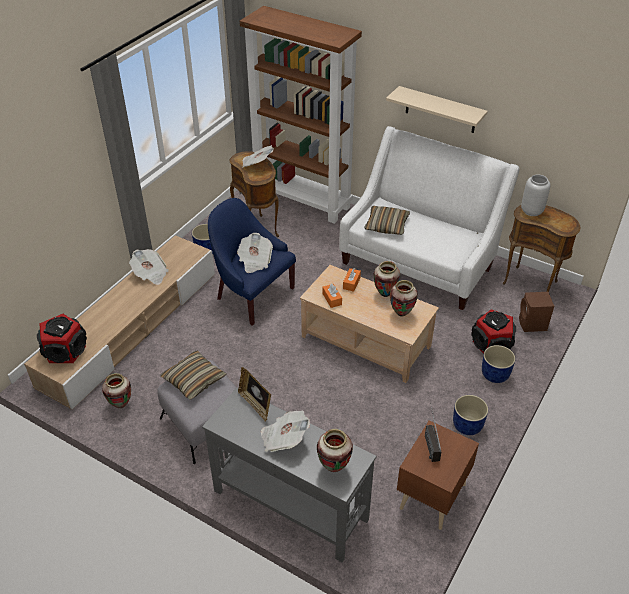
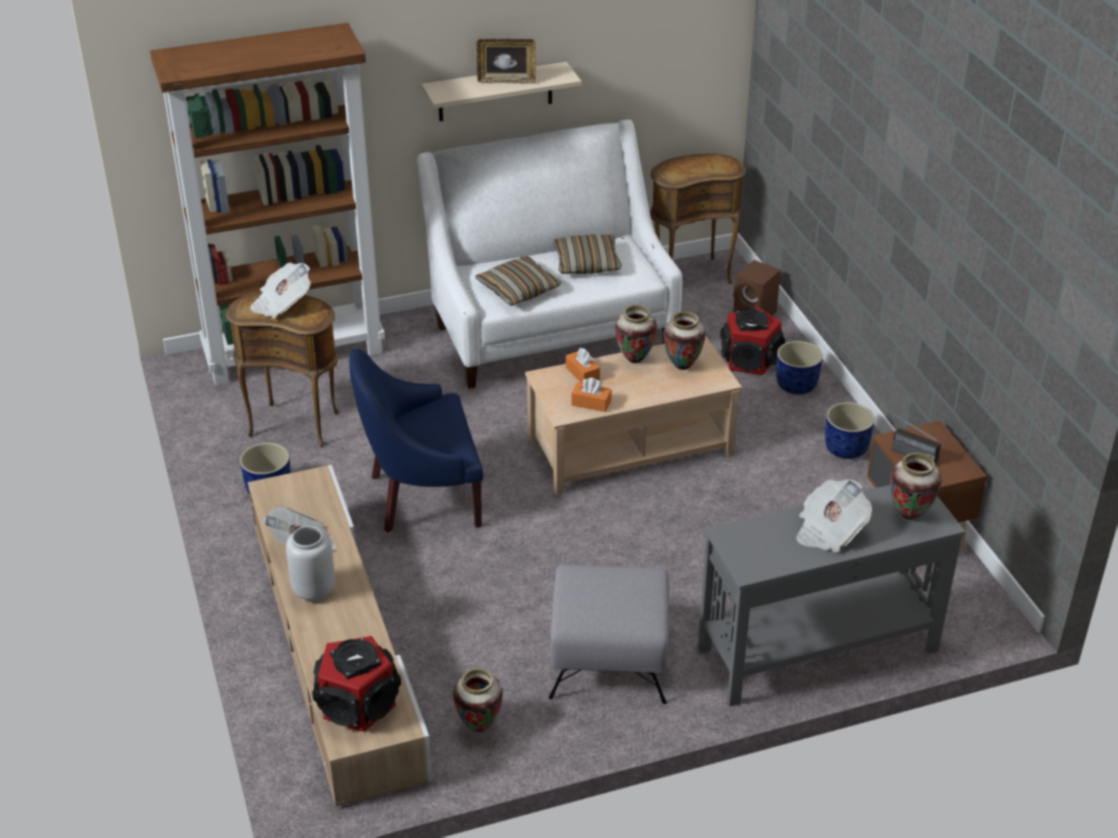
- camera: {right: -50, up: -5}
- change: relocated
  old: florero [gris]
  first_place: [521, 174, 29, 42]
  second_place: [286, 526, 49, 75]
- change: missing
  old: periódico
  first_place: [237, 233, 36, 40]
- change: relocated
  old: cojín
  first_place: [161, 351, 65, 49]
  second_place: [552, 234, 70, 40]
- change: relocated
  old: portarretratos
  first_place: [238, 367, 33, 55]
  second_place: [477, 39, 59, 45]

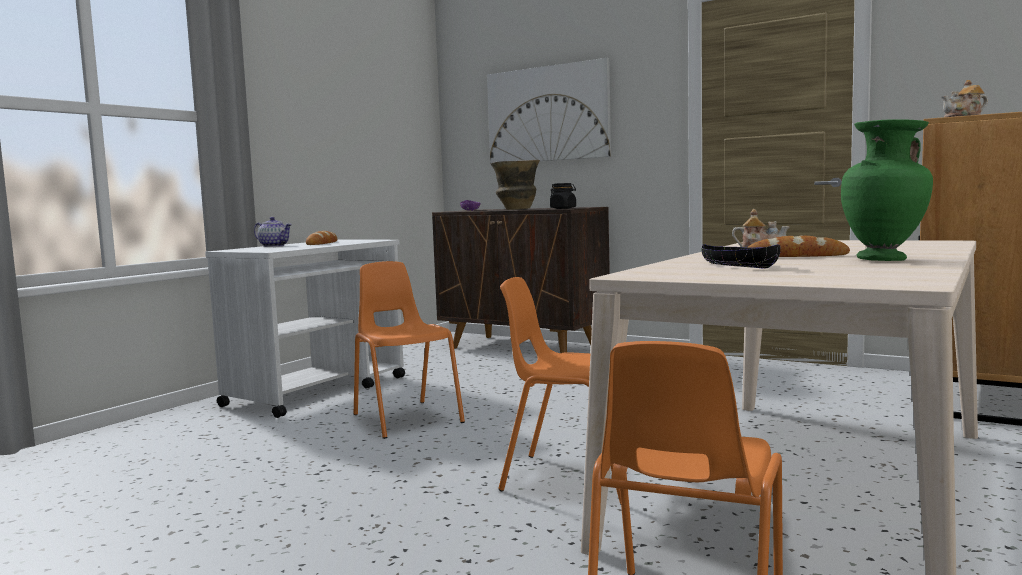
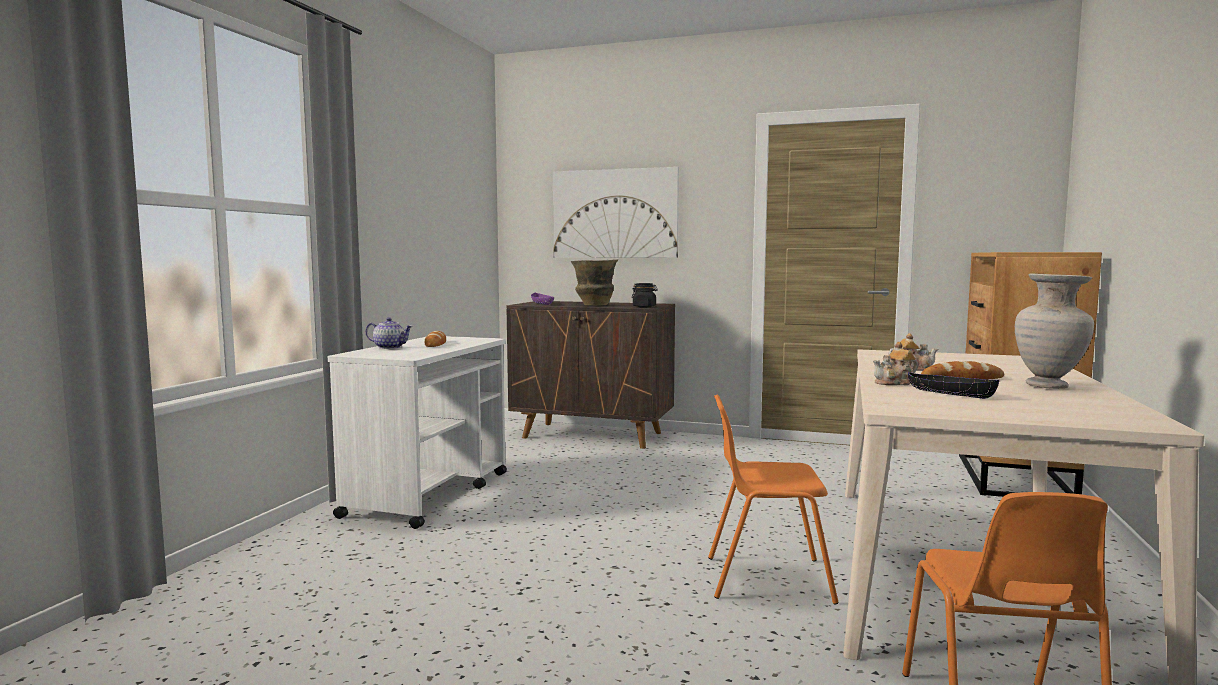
- camera: {right: -15, up: 0}
- change: relocated
  old: tetera
  first_place: [941, 80, 47, 37]
  second_place: [873, 342, 45, 43]
- change: colour
  old: florero [verde]
  new: florero [beis]
  first_place: [841, 119, 92, 142]
  second_place: [1015, 273, 79, 116]
- change: missing
  old: silla [naranja]
  first_place: [354, 261, 111, 178]

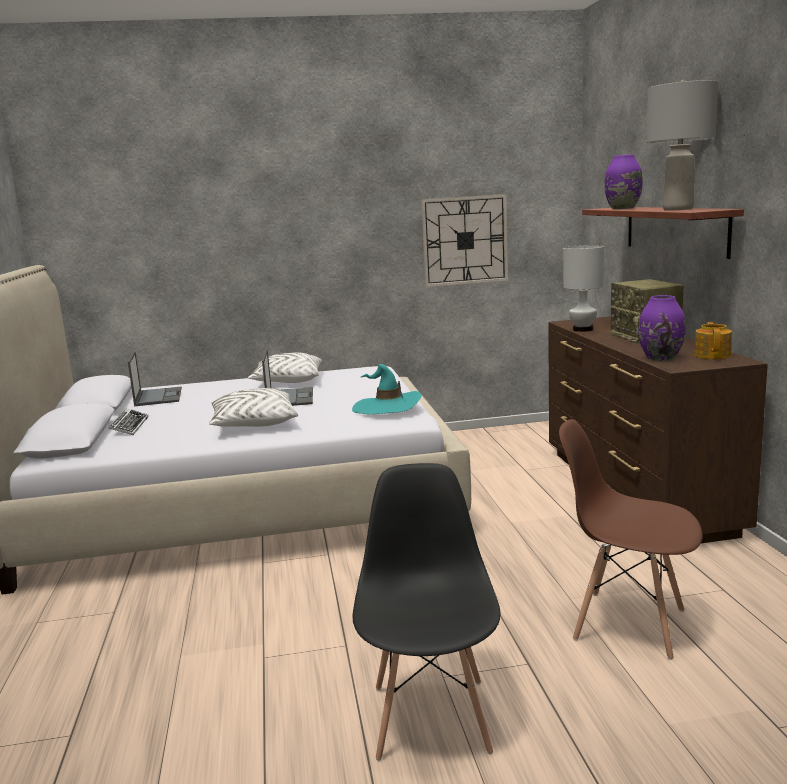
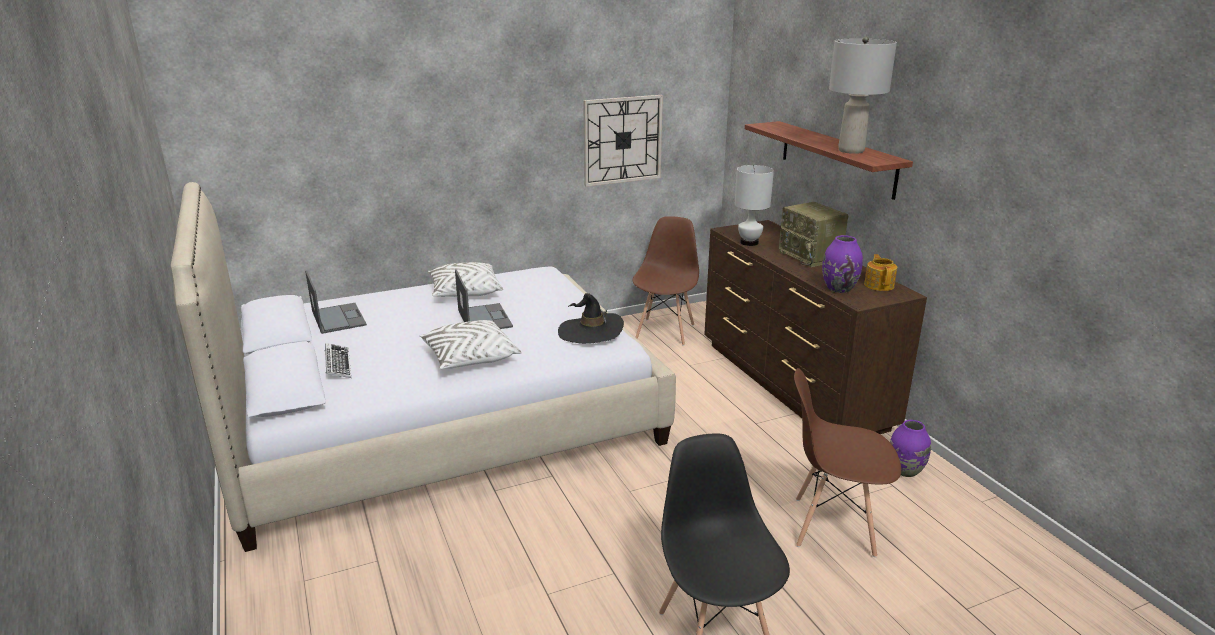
- camera: {right: -15, up: 10}
- change: relocated
  old: florero [morado]
  first_place: [604, 154, 39, 55]
  second_place: [890, 420, 41, 57]
- change: colour
  old: sombrero [turquesa]
  new: sombrero [negro]
  first_place: [352, 364, 70, 50]
  second_place: [558, 293, 66, 51]
- change: appeared
  new: silla [marrón]
  second_place: [633, 216, 66, 130]

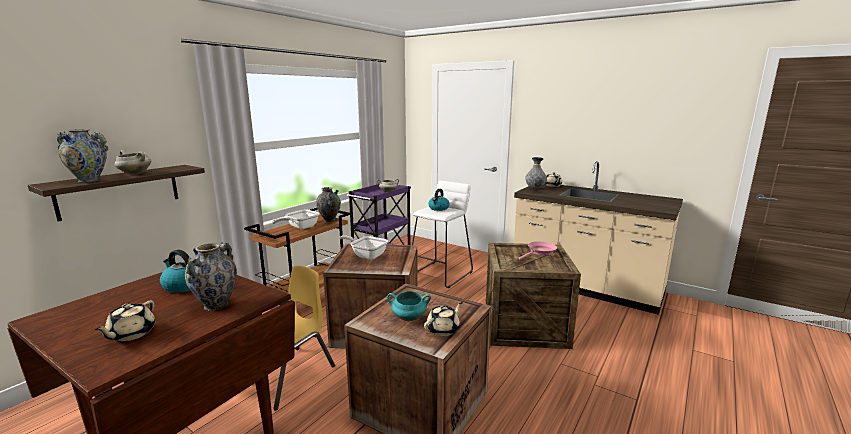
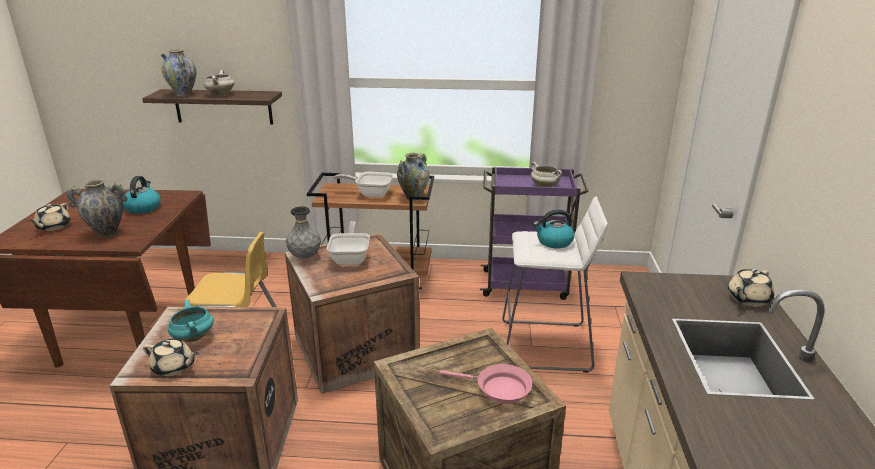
- camera: {right: 60, up: 10}
- change: relocated
  old: florero [gris]
  first_place: [525, 157, 22, 32]
  second_place: [286, 206, 35, 53]
- change: spun
  old: tetera [beis]
  first_place: [95, 301, 60, 41]
  second_place: [29, 203, 42, 28]
  degrees: -60

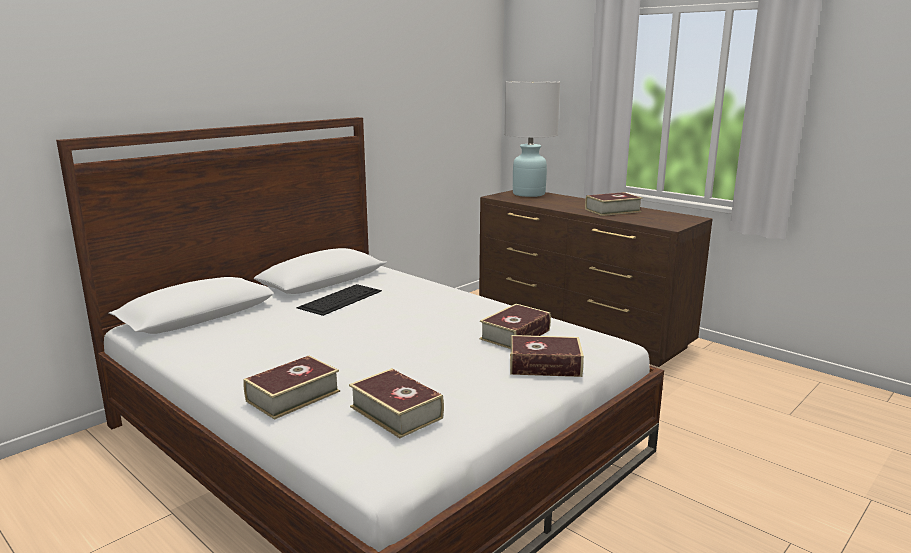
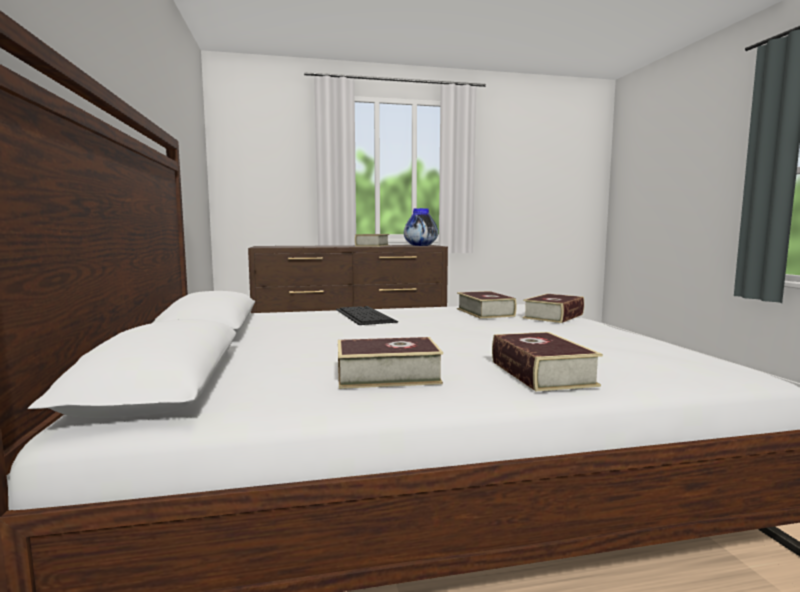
- camera: {right: -55, up: -10}
- change: missing
  old: lámpara de mesa [blanco]
  first_place: [504, 81, 56, 116]
- change: relocated
  old: teclado
  first_place: [297, 284, 85, 32]
  second_place: [336, 306, 62, 19]
- change: relocated
  old: libro
  first_place: [349, 368, 95, 70]
  second_place: [338, 337, 105, 52]
- change: appeared
  new: florero
  second_place: [404, 208, 34, 38]

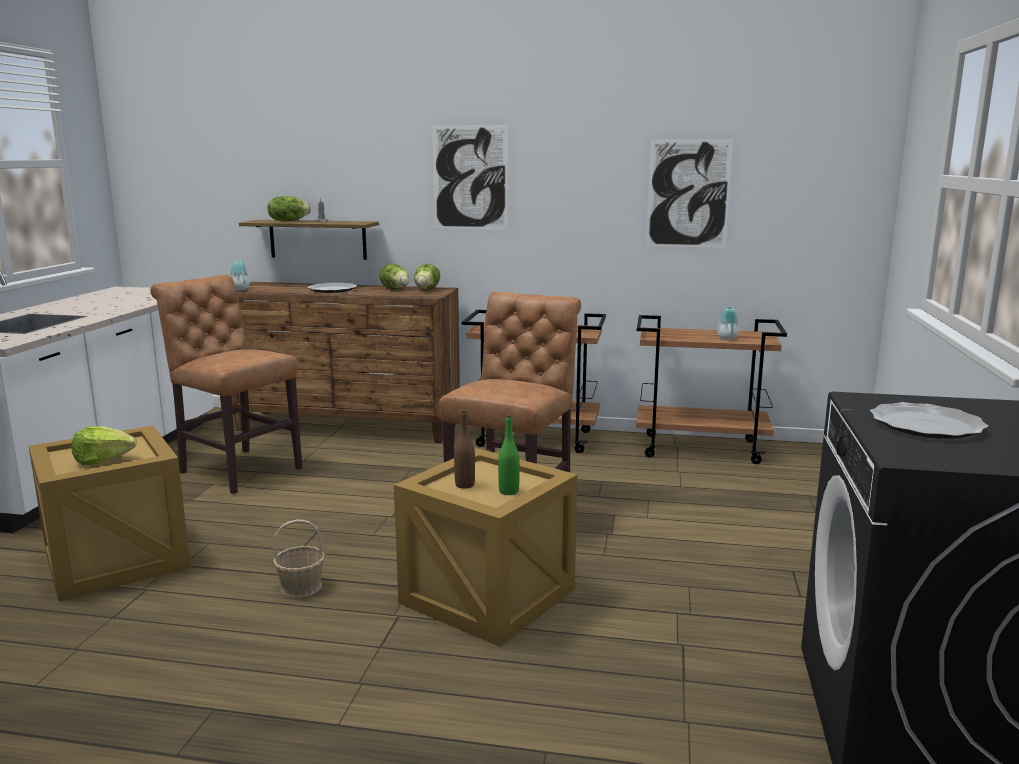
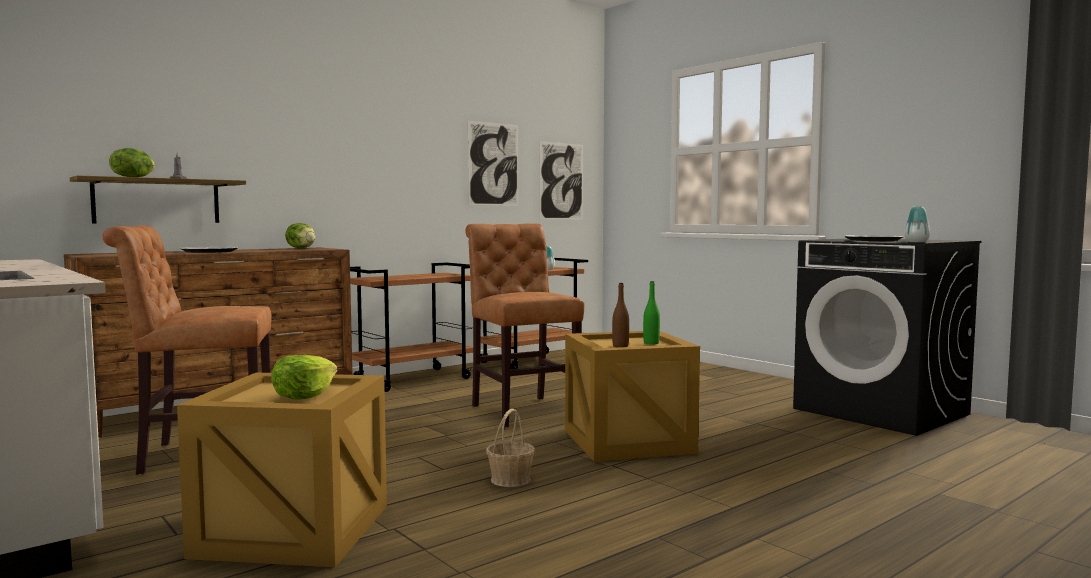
- camera: {right: -50, up: -10}
- change: relocated
  old: cuadro
  first_place: [432, 125, 75, 104]
  second_place: [539, 141, 44, 79]
- change: relocated
  old: florero
  first_place: [230, 261, 20, 30]
  second_place: [904, 206, 26, 36]
- change: missing
  old: lechuga
  first_place: [380, 264, 29, 26]

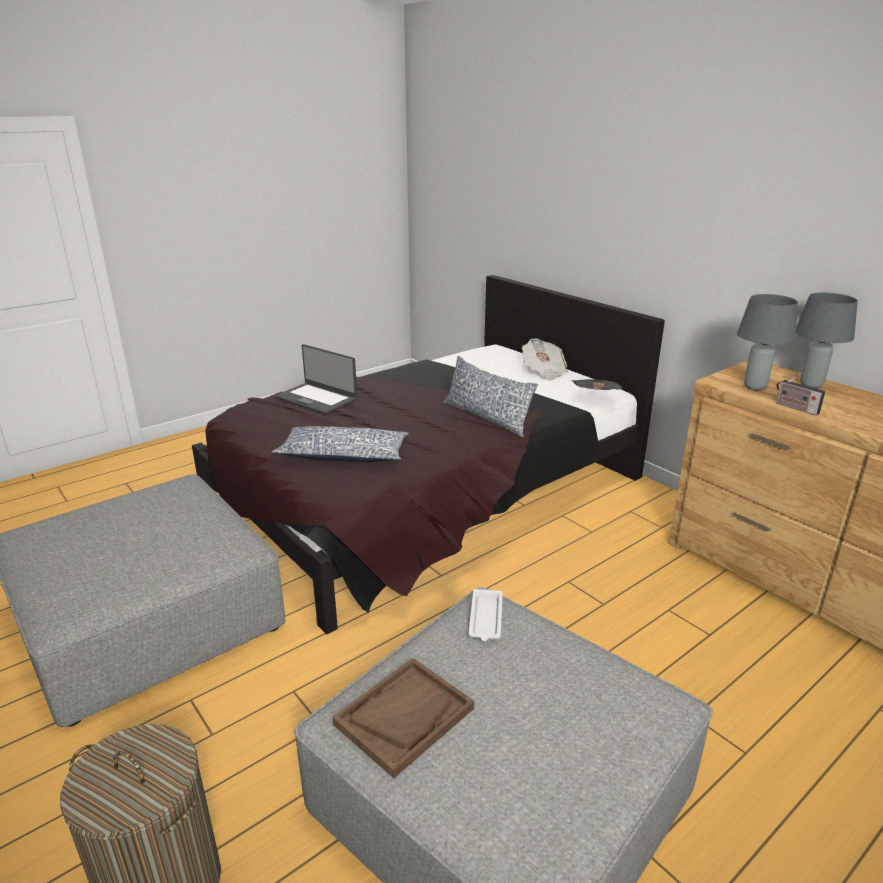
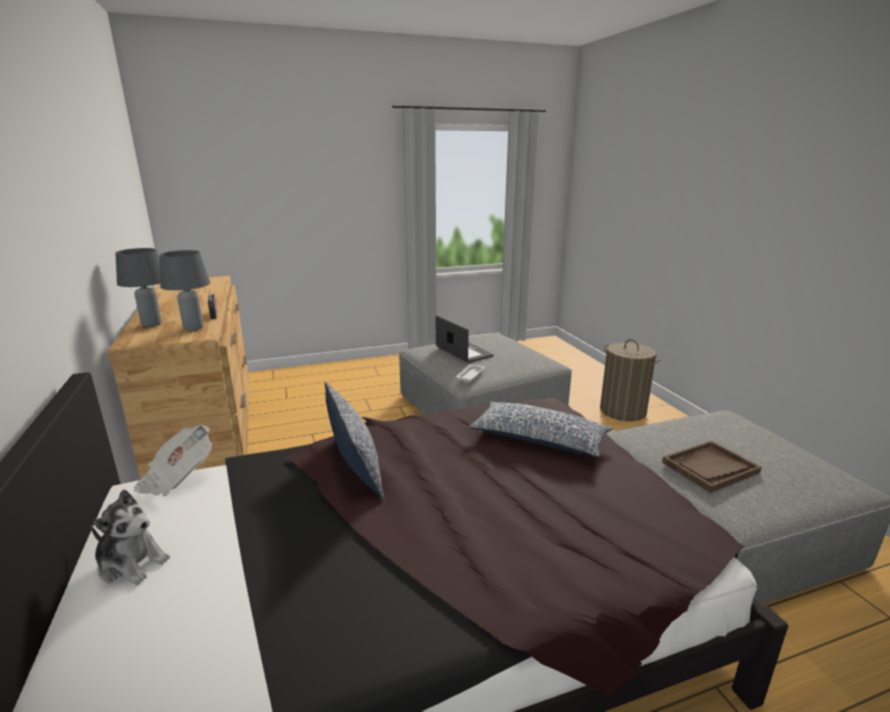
- camera: {right: -160, up: -5}
- change: exchanged
  old: periódico
  new: peluche
  first_place: [522, 338, 46, 43]
  second_place: [91, 489, 79, 96]
- change: relocated
  old: portátil
  first_place: [275, 344, 82, 71]
  second_place: [436, 316, 58, 47]
- change: relocated
  old: bandeja [marrón]
  first_place: [332, 658, 142, 120]
  second_place: [662, 441, 100, 52]

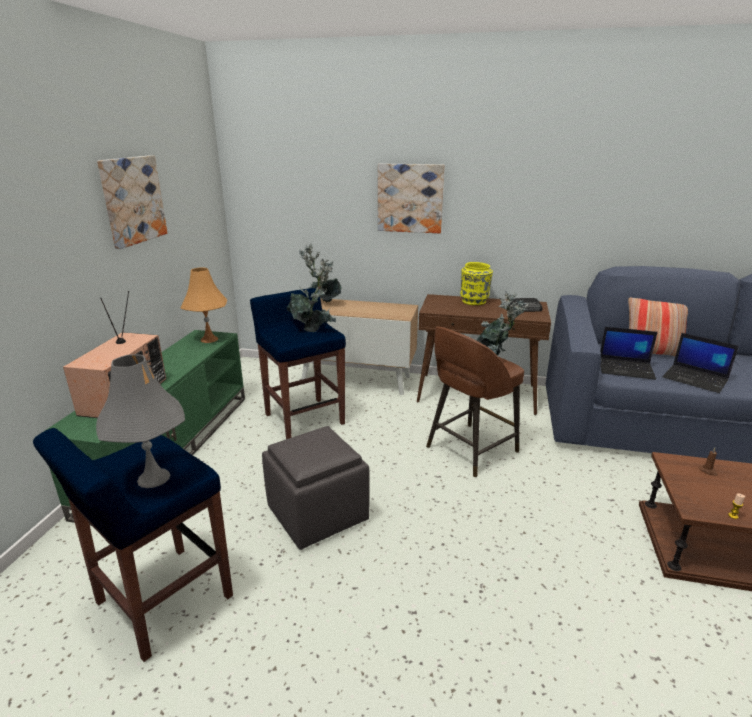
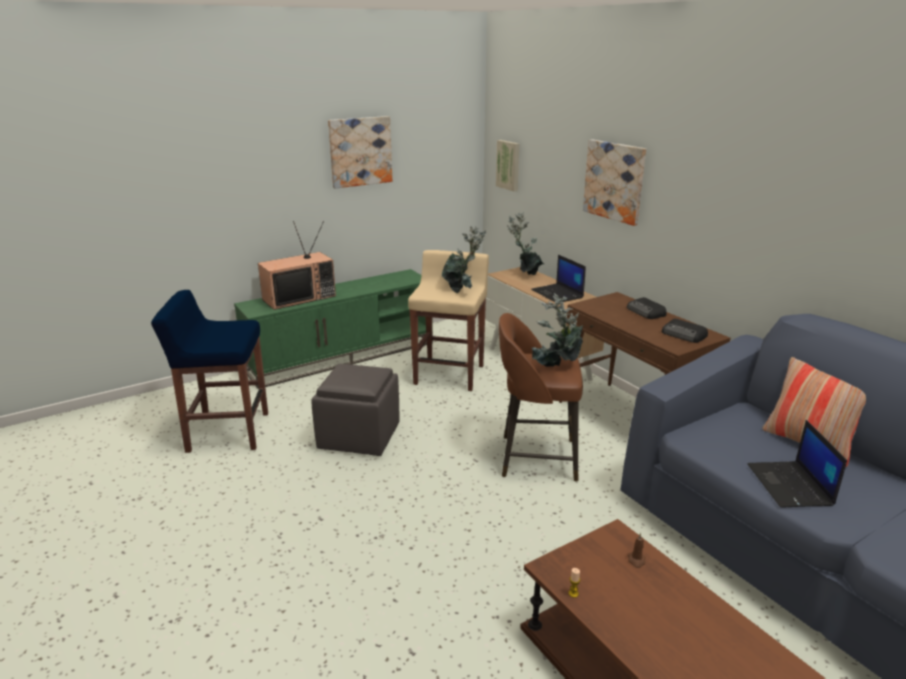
- camera: {right: 45, up: 0}
- change: exchanged
  old: florero [amarillo]
  new: radio
  first_place: [460, 262, 33, 43]
  second_place: [627, 297, 40, 22]
- change: missing
  old: lámpara de mesa [naranja]
  first_place: [180, 267, 47, 76]
- change: colour
  old: taburete [azul]
  new: taburete [beis]
  first_place: [250, 288, 96, 151]
  second_place: [408, 250, 81, 141]
- change: relocated
  old: portátil
  first_place: [600, 327, 58, 53]
  second_place: [531, 255, 55, 47]
- change: missing
  old: lámpara de mesa [gris]
  first_place: [96, 354, 89, 134]
- change: appeared
  new: cuadro
  second_place: [496, 140, 23, 51]

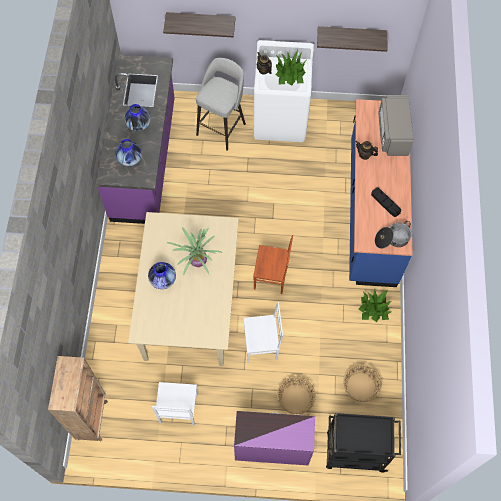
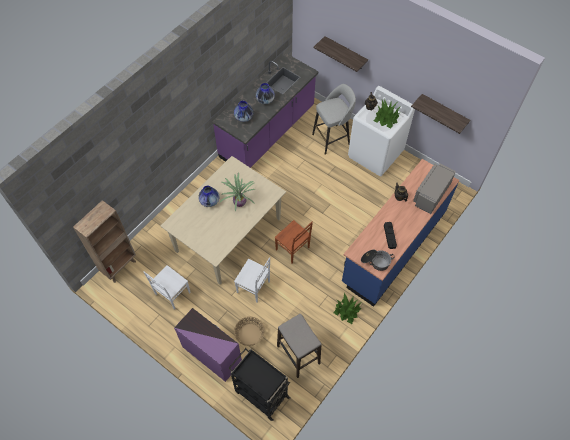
- camera: {right: 35, up: -5}
- change: exchanged
  old: cesta
  new: taburete
  first_place: [343, 365, 39, 37]
  second_place: [277, 314, 44, 64]

